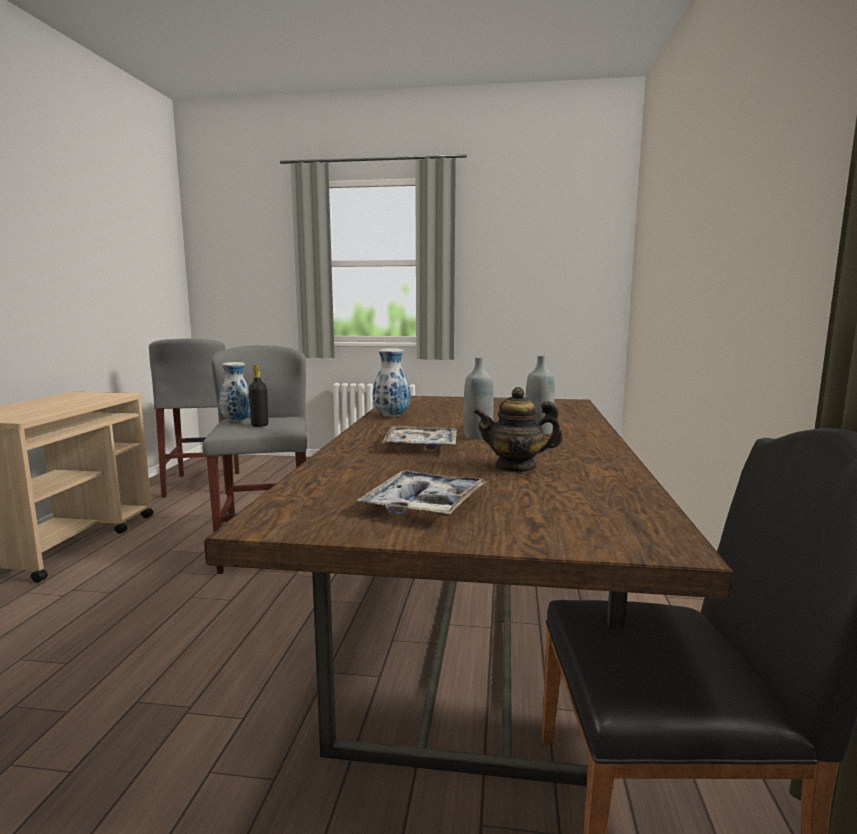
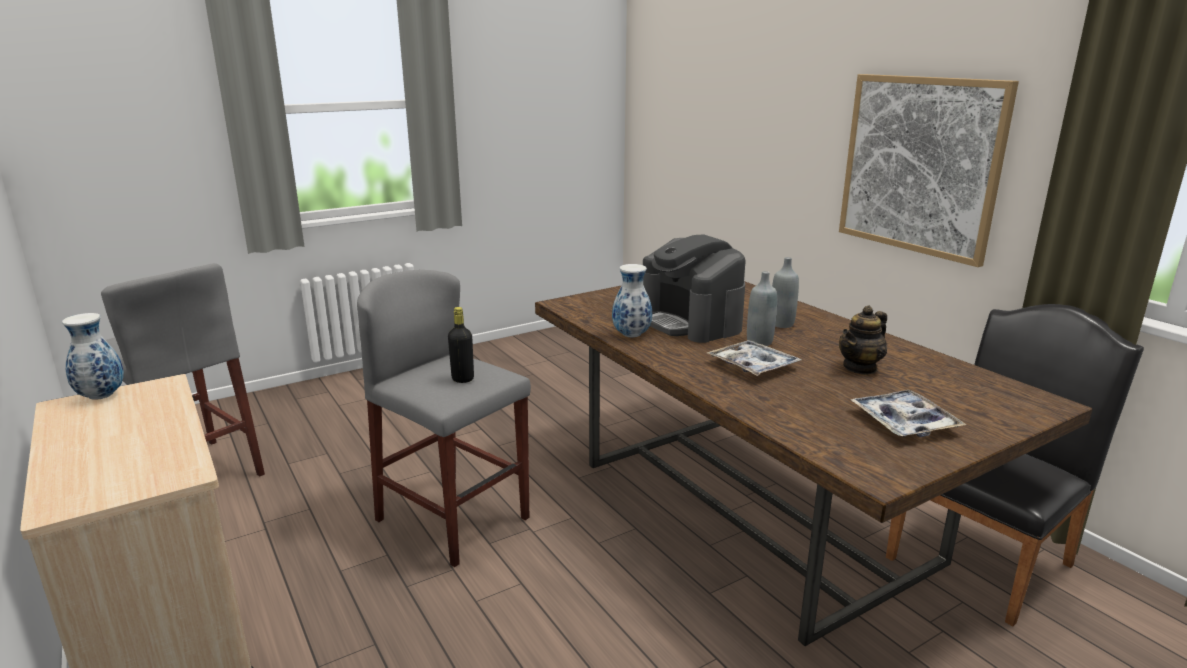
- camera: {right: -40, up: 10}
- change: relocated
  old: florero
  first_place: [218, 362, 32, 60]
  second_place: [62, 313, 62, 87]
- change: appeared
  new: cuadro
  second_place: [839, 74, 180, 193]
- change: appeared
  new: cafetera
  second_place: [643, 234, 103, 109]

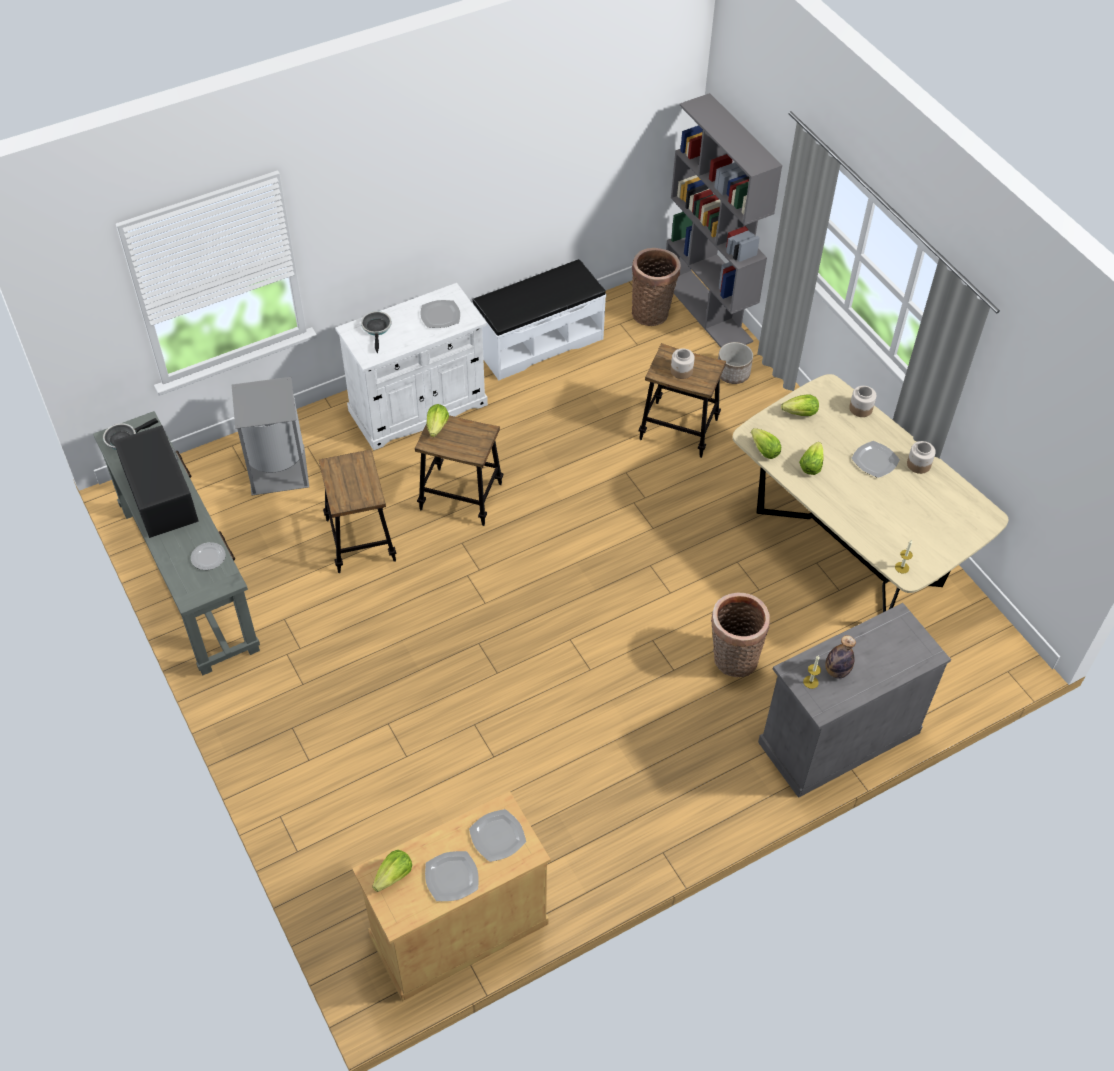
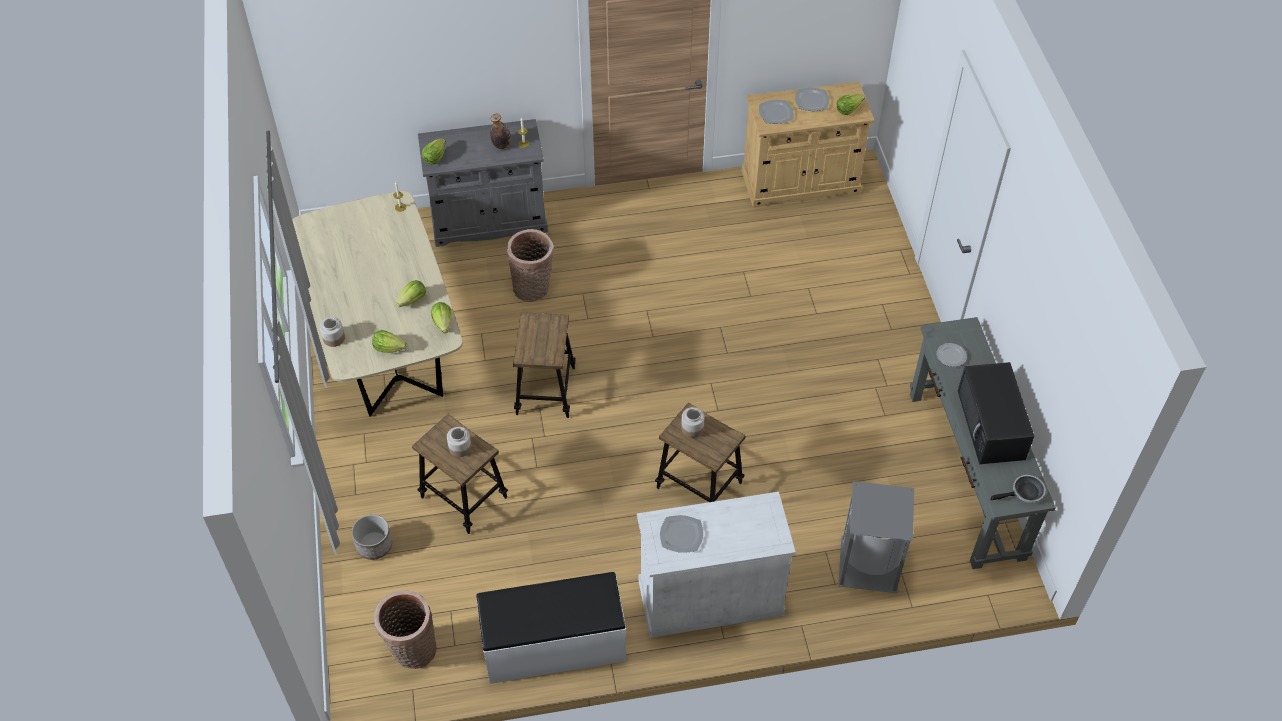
- camera: {right: -160, up: 0}
- change: missing
  old: estantería [gris]
  first_place: [666, 93, 116, 254]
- change: missing
  old: sartén
  first_place: [361, 311, 31, 42]
- change: relocated
  old: lechuga
  first_place: [427, 404, 22, 33]
  second_place: [422, 138, 23, 26]
- change: missing
  old: plato
  first_place: [851, 441, 49, 37]
- change: relocated
  old: tarro
  first_place: [907, 441, 29, 33]
  second_place: [681, 407, 24, 31]
- change: relocated
  old: taburete
  first_place: [319, 449, 77, 124]
  second_place: [513, 312, 63, 106]

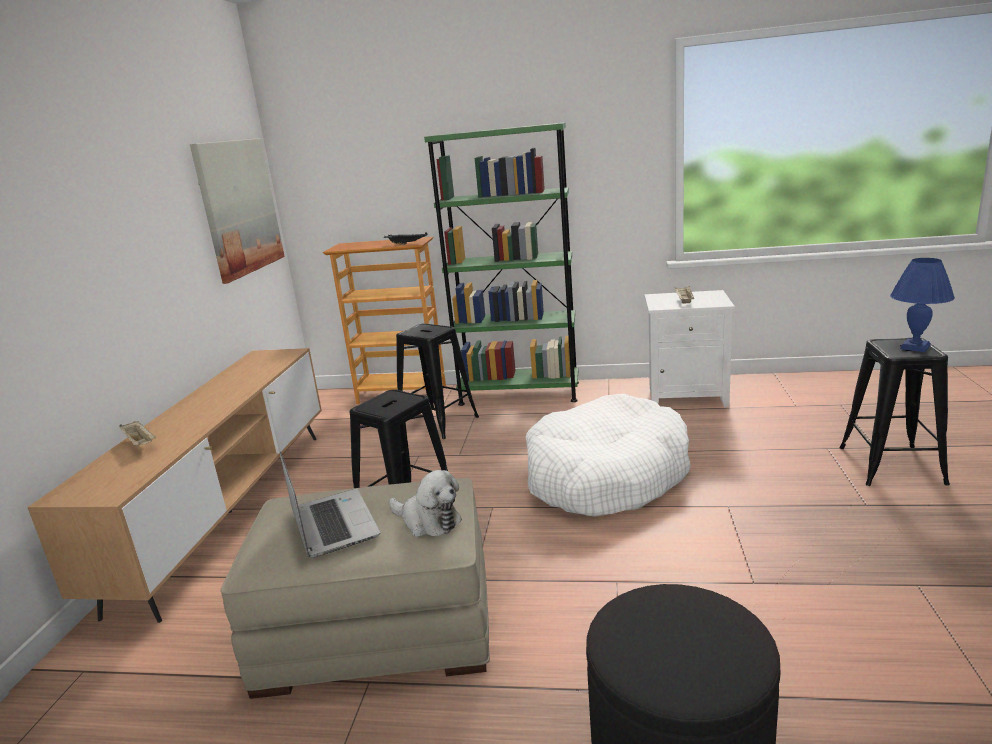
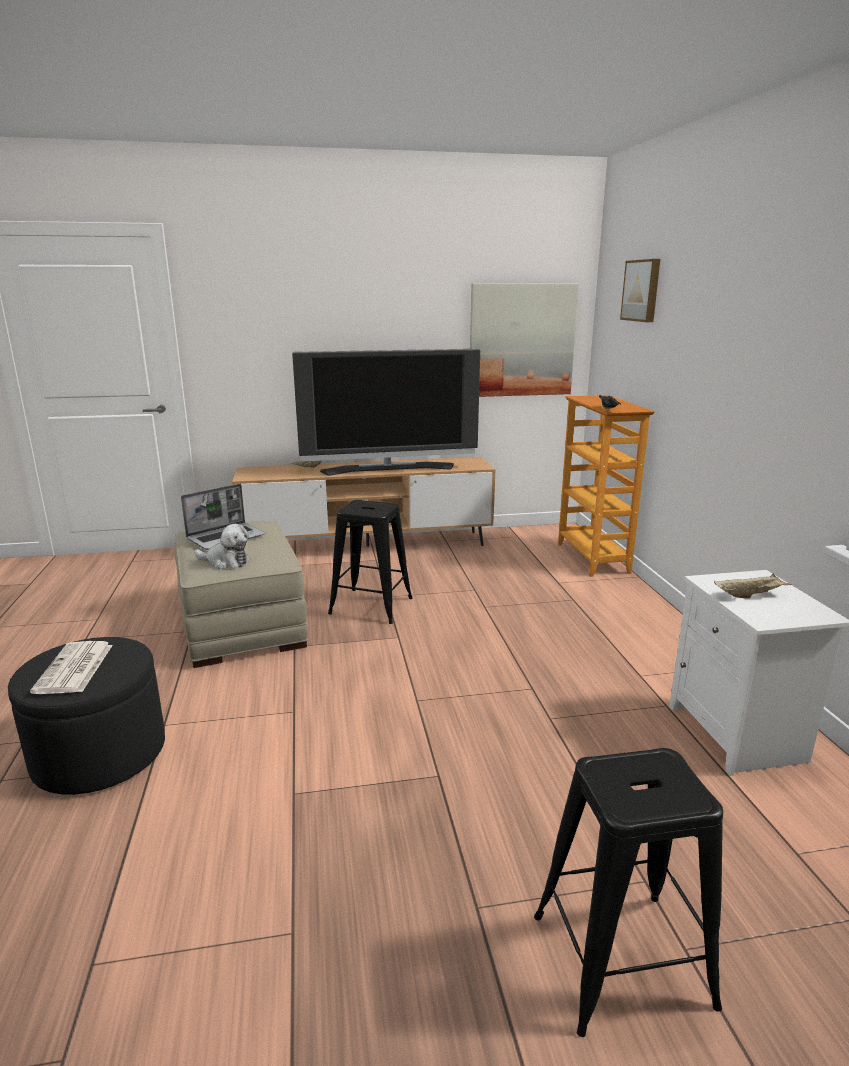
- camera: {right: 70, up: 0}
- change: missing
  old: estantería [verde]
  first_place: [424, 122, 155, 284]
- change: missing
  old: lámpara de mesa [azul]
  first_place: [890, 258, 65, 94]
- change: missing
  old: taburete [negro]
  first_place: [396, 323, 83, 116]
- change: missing
  old: cama para perro [blanco]
  first_place: [525, 394, 166, 123]
- change: spun
  old: peluche
  first_place: [389, 470, 73, 67]
  second_place: [194, 524, 56, 45]
  degrees: -90
- change: appeared
  new: cuadro
  second_place: [620, 259, 40, 63]
- change: appeared
  new: televisor
  second_place: [292, 349, 188, 127]
- change: appeared
  new: periódico
  second_place: [30, 641, 83, 53]

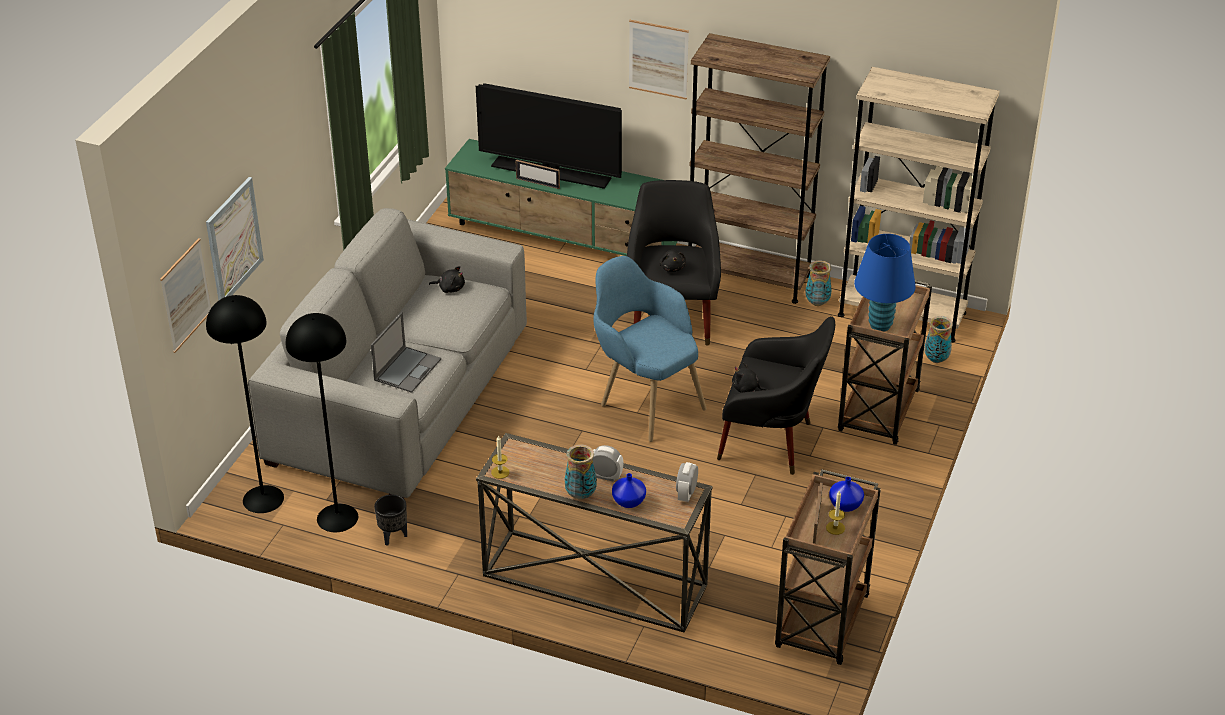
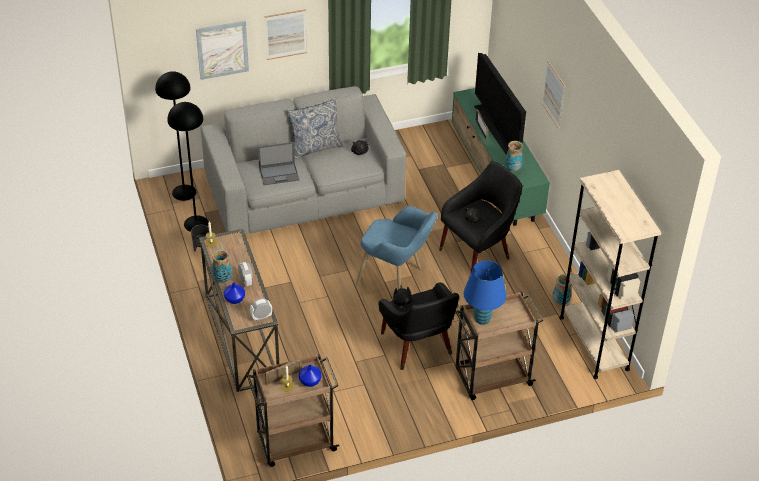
- camera: {right: 50, up: 5}
- change: missing
  old: estantería [marrón]
  first_place: [688, 33, 142, 271]
- change: relocated
  old: cuadro
  first_place: [160, 238, 51, 115]
  second_place: [265, 9, 42, 51]
- change: spun
  old: sillón [azul]
  first_place: [594, 256, 113, 186]
  second_place: [356, 206, 81, 83]
  degrees: 105
- change: relocated
  old: florero
  first_place: [924, 316, 29, 47]
  second_place: [505, 141, 18, 31]
- change: appeared
  new: cojín
  second_place: [287, 98, 56, 61]

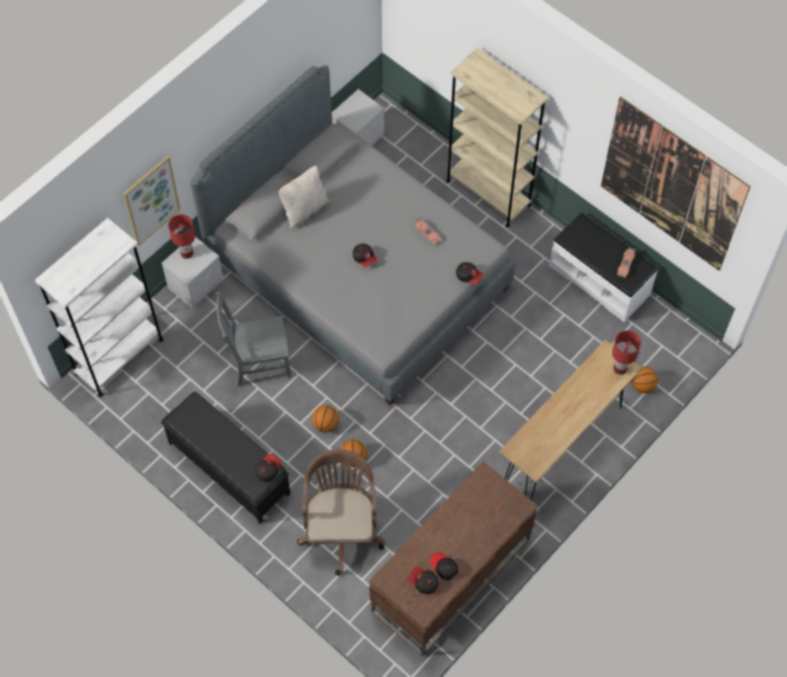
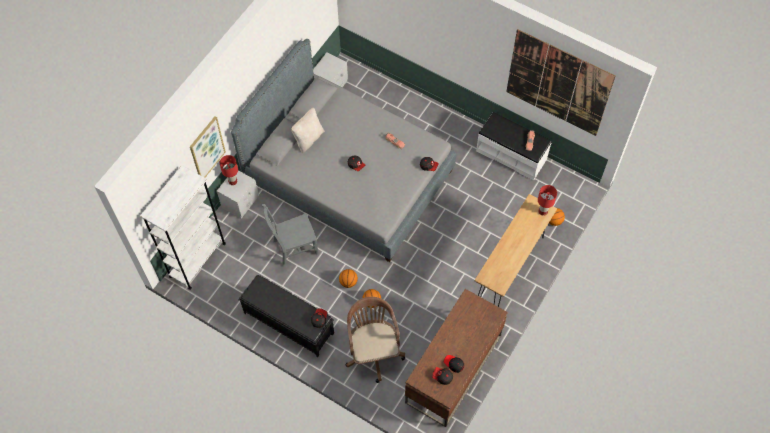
- camera: {right: -10, up: 0}
- change: missing
  old: estantería [beis]
  first_place: [446, 48, 102, 179]

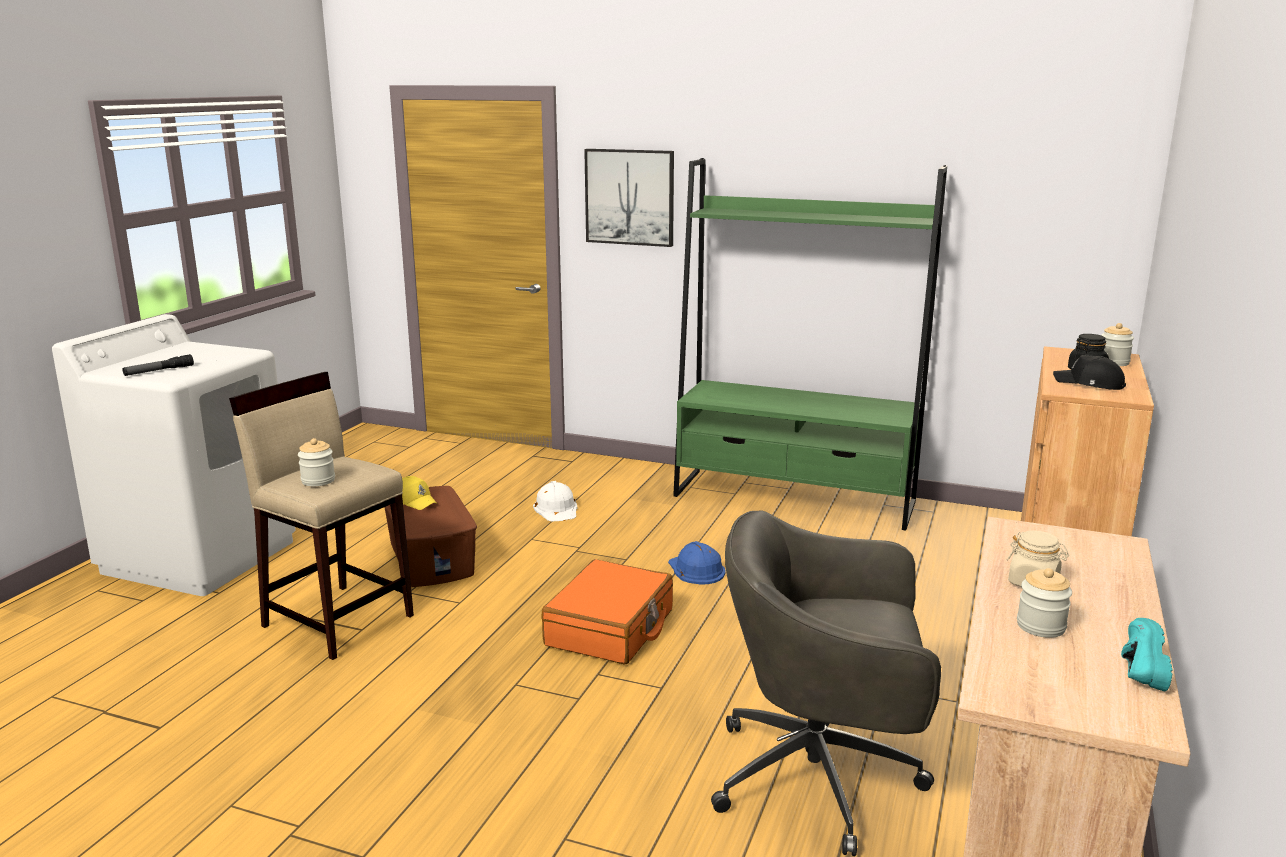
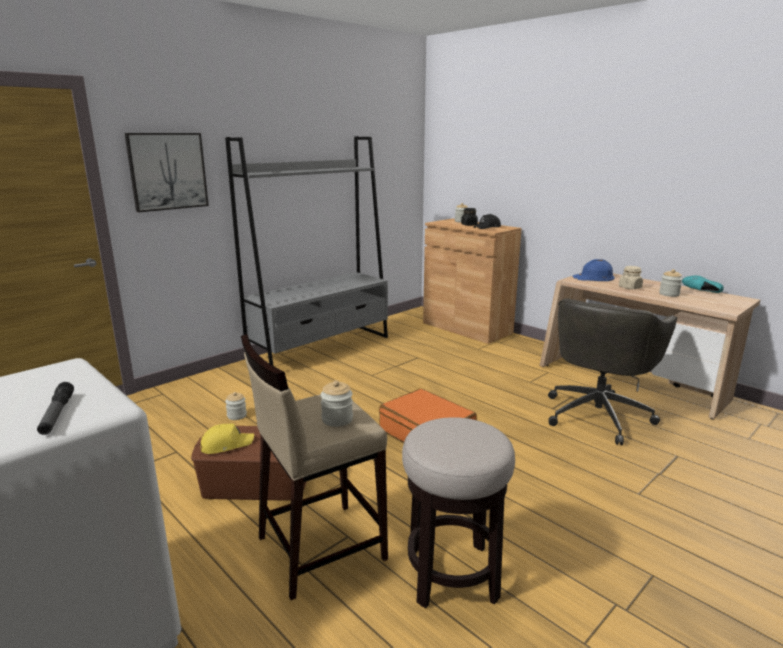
- camera: {right: -65, up: 0}
- change: colour
  old: estantería [verde]
  new: estantería [gris]
  first_place: [673, 158, 274, 373]
  second_place: [225, 136, 163, 230]
- change: exchanged
  old: casco [blanco]
  new: tarro
  first_place: [533, 481, 44, 40]
  second_place: [225, 392, 22, 28]
- change: relocated
  old: casco [azul]
  first_place: [668, 541, 58, 43]
  second_place: [572, 259, 42, 22]
- change: appeared
  new: taburete
  second_place: [402, 417, 113, 191]

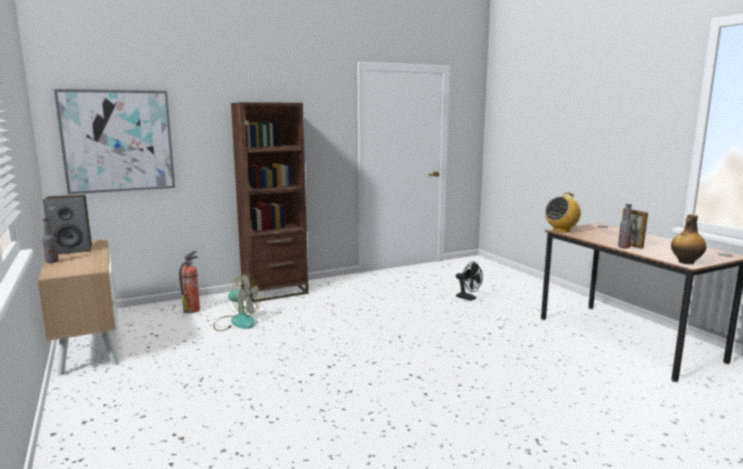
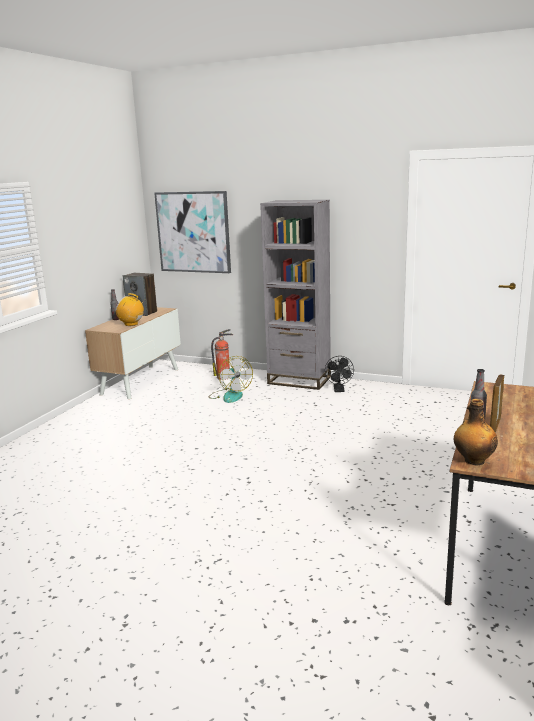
- camera: {right: 50, up: 5}
- change: colour
  old: estantería [marrón]
  new: estantería [gris]
  first_place: [231, 102, 78, 200]
  second_place: [260, 200, 71, 190]
- change: relocated
  old: radio
  first_place: [545, 192, 36, 40]
  second_place: [115, 293, 29, 33]
- change: relocated
  old: ventilador [negro]
  first_place: [456, 262, 27, 39]
  second_place: [325, 356, 29, 36]

